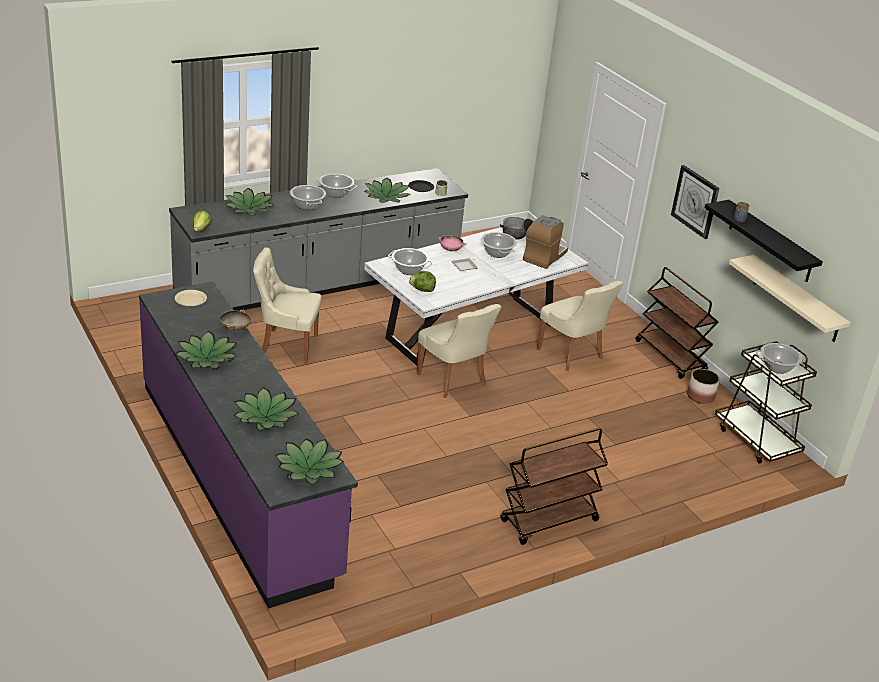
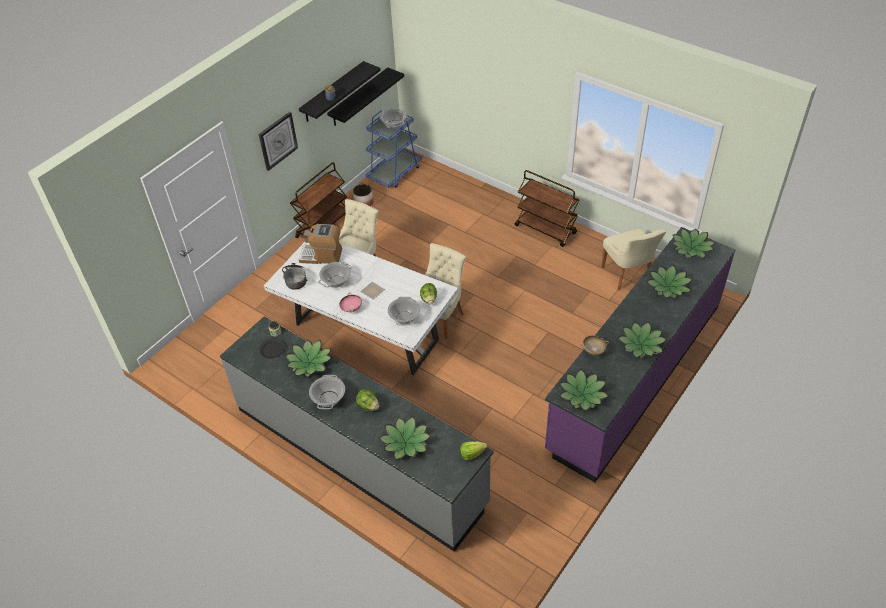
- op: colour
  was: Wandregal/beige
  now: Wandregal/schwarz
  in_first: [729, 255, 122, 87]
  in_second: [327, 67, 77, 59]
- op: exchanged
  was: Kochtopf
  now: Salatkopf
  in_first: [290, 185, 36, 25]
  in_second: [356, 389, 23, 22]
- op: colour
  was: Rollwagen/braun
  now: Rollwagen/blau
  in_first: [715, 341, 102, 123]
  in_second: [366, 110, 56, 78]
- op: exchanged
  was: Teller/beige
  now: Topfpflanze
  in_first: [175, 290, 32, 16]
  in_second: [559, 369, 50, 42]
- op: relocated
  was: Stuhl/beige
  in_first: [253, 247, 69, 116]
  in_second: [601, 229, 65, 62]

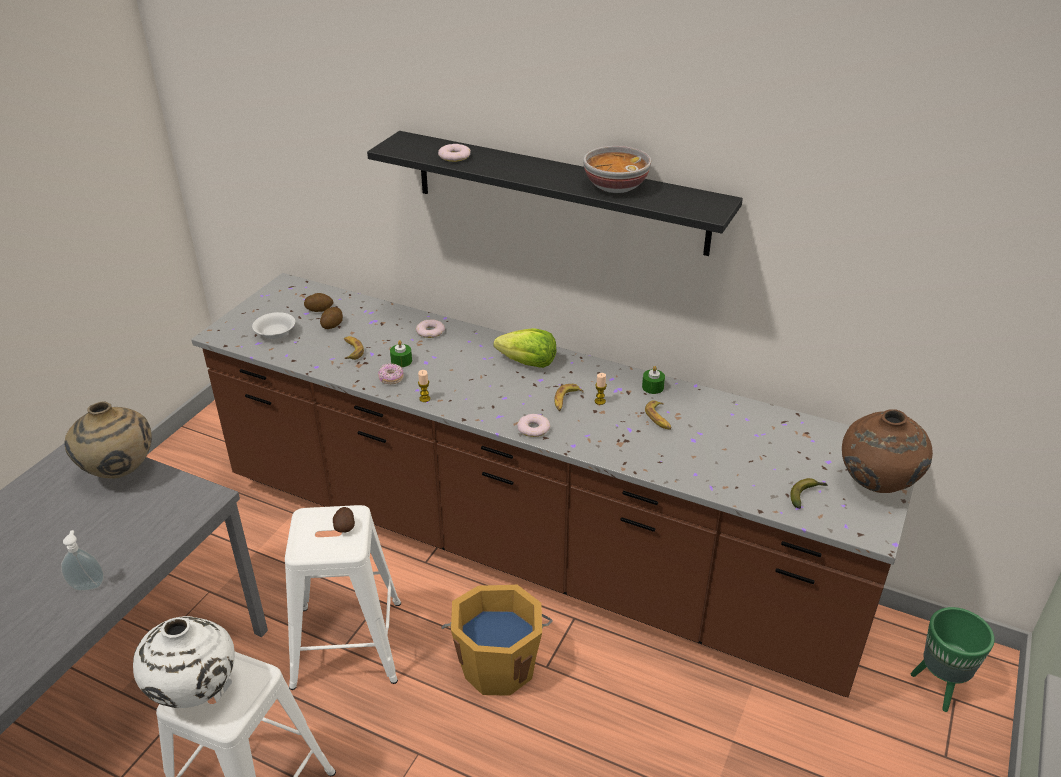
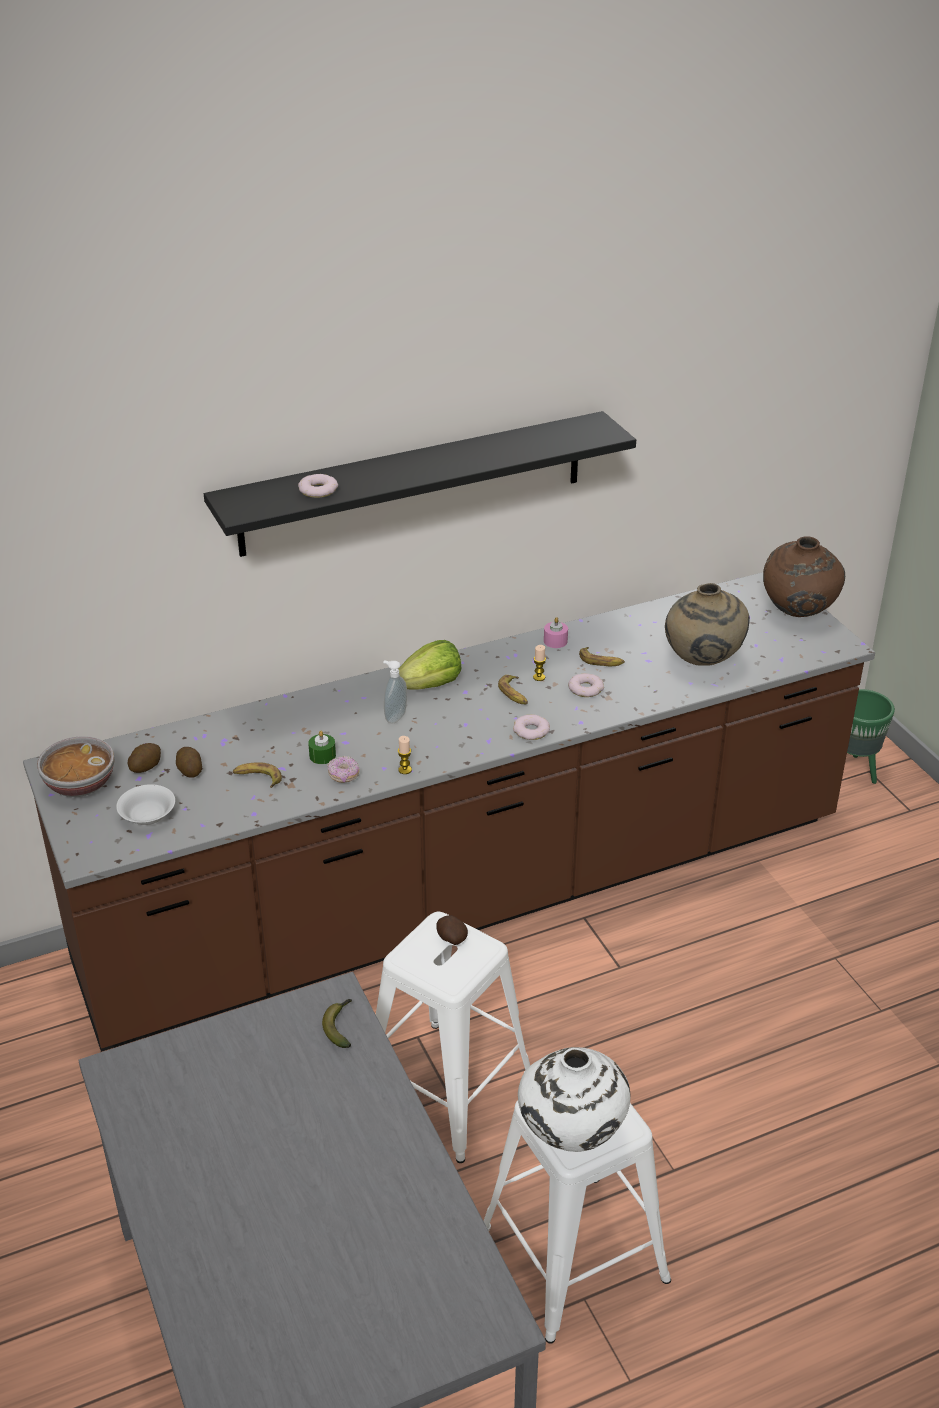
- op: relocated
  was: Schüssel
  in_first: [583, 146, 68, 47]
  in_second: [37, 736, 77, 61]
- op: relocated
  was: Banane
  in_first: [790, 478, 38, 31]
  in_second: [322, 999, 30, 49]
- op: relocated
  was: Seifenspender
  in_first: [61, 530, 43, 61]
  in_second: [383, 660, 24, 64]
- op: colour
  was: Kerze/grün
  now: Kerze/rosa
  in_first: [642, 366, 23, 28]
  in_second: [544, 617, 24, 31]
- op: relocated
  was: Donut
  in_first: [416, 319, 29, 19]
  in_second: [568, 673, 36, 24]
- op: relocated
  was: Vase/beige
  in_first: [65, 401, 87, 78]
  in_second: [665, 583, 85, 83]
- op: missing
  was: Eimer/orange
  in_first: [441, 585, 112, 111]

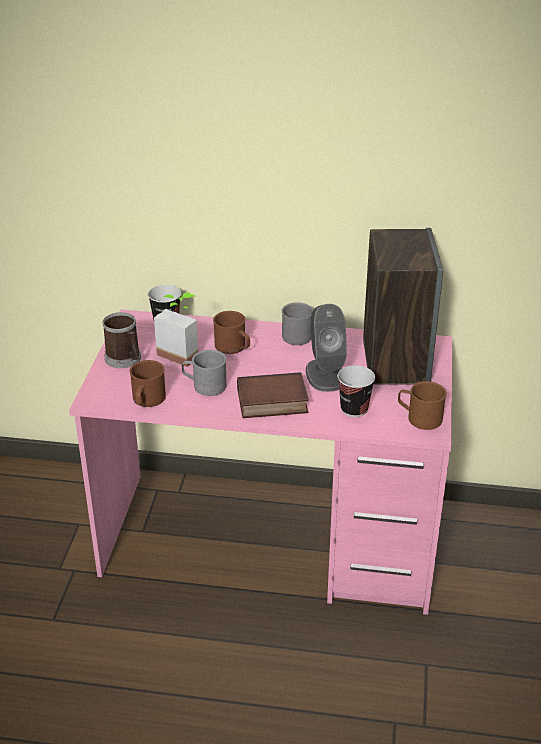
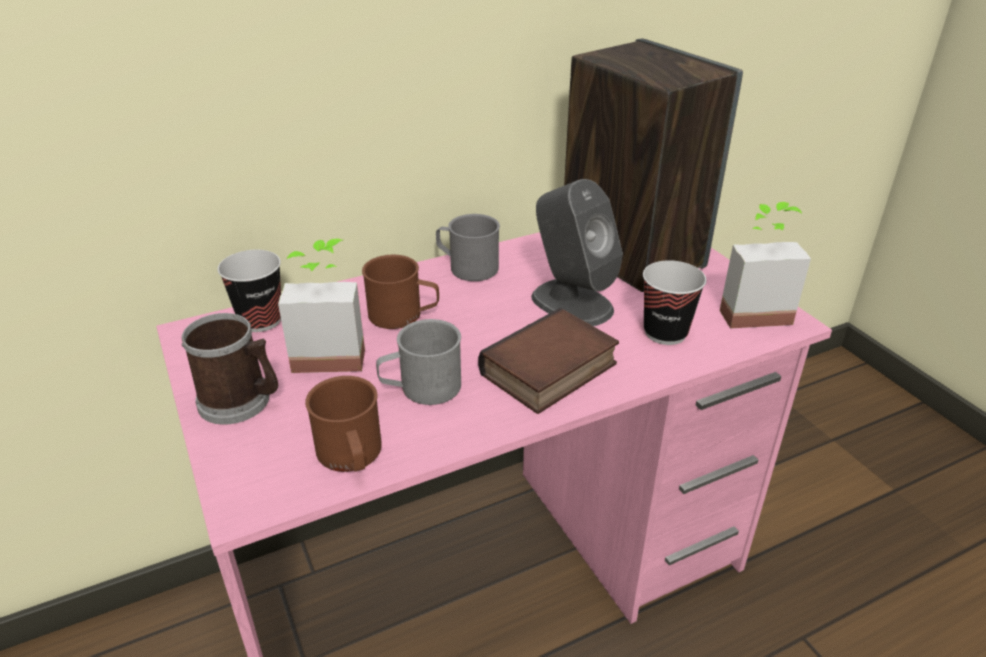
- op: exchanged
  was: Henkelbecher/braun
  now: Topfpflanze
  in_first: [398, 381, 49, 49]
  in_second: [720, 202, 91, 127]

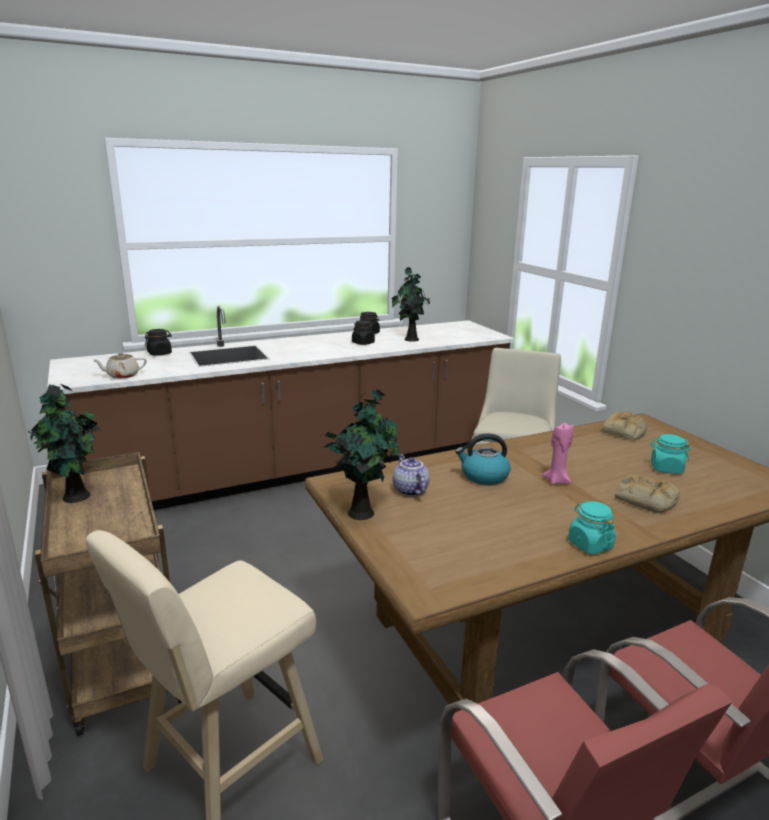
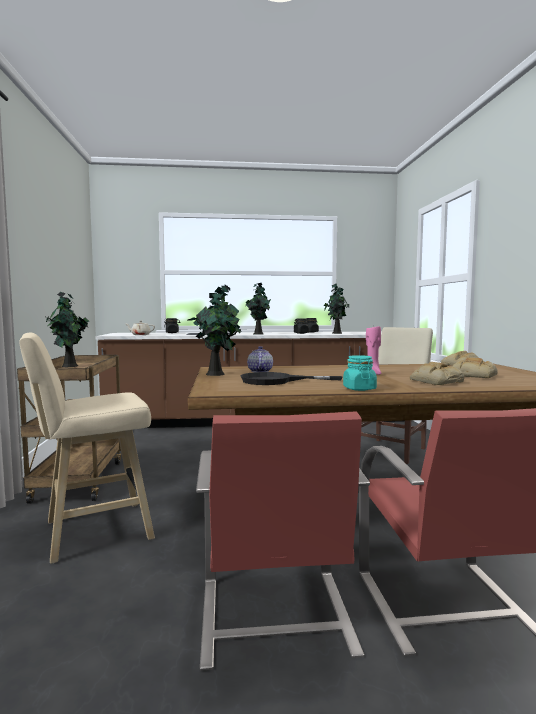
- op: appeared
  now: Pfanne/schwarz
  in_second: [240, 372, 102, 13]
- op: appeared
  now: Topfpflanze
  in_second: [245, 283, 26, 52]
- op: exchanged
  was: Vorratsglas/türkis
  now: Brot
  in_first: [650, 434, 40, 40]
  in_second: [452, 357, 46, 21]
- op: missing
  was: Wasserkessel
  in_first: [455, 433, 55, 52]

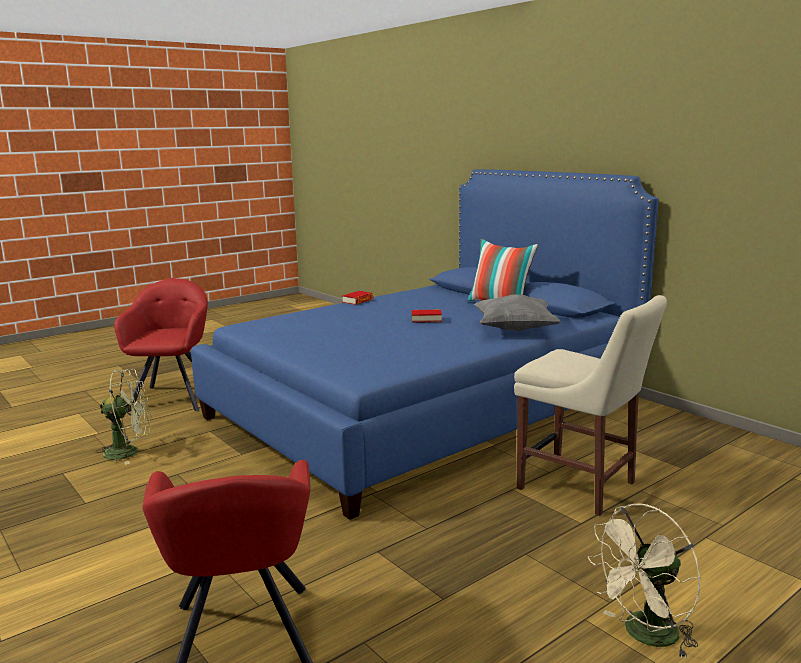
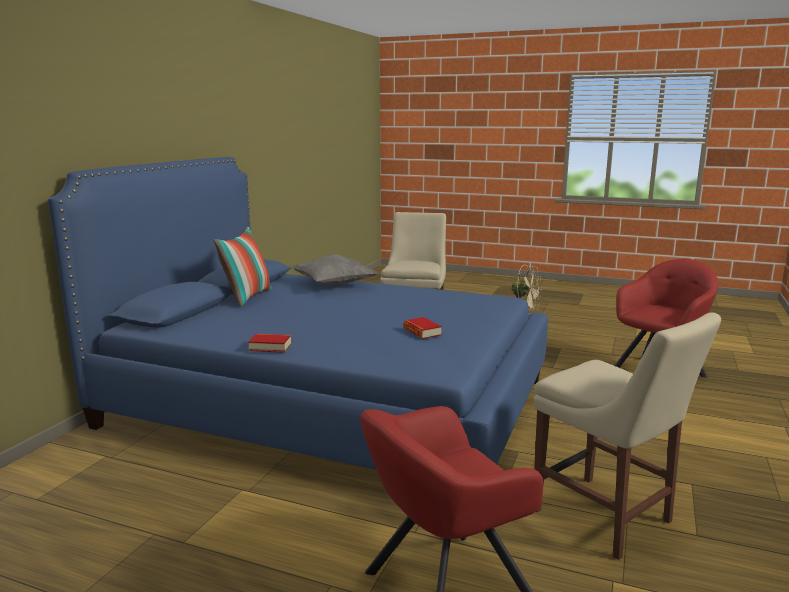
- op: relocated
  was: Buch
  in_first: [412, 309, 30, 14]
  in_second: [404, 317, 38, 22]
- op: exchanged
  was: Ventilator/grün
  now: Stuhl/beige
  in_first: [95, 369, 57, 96]
  in_second: [533, 312, 188, 248]

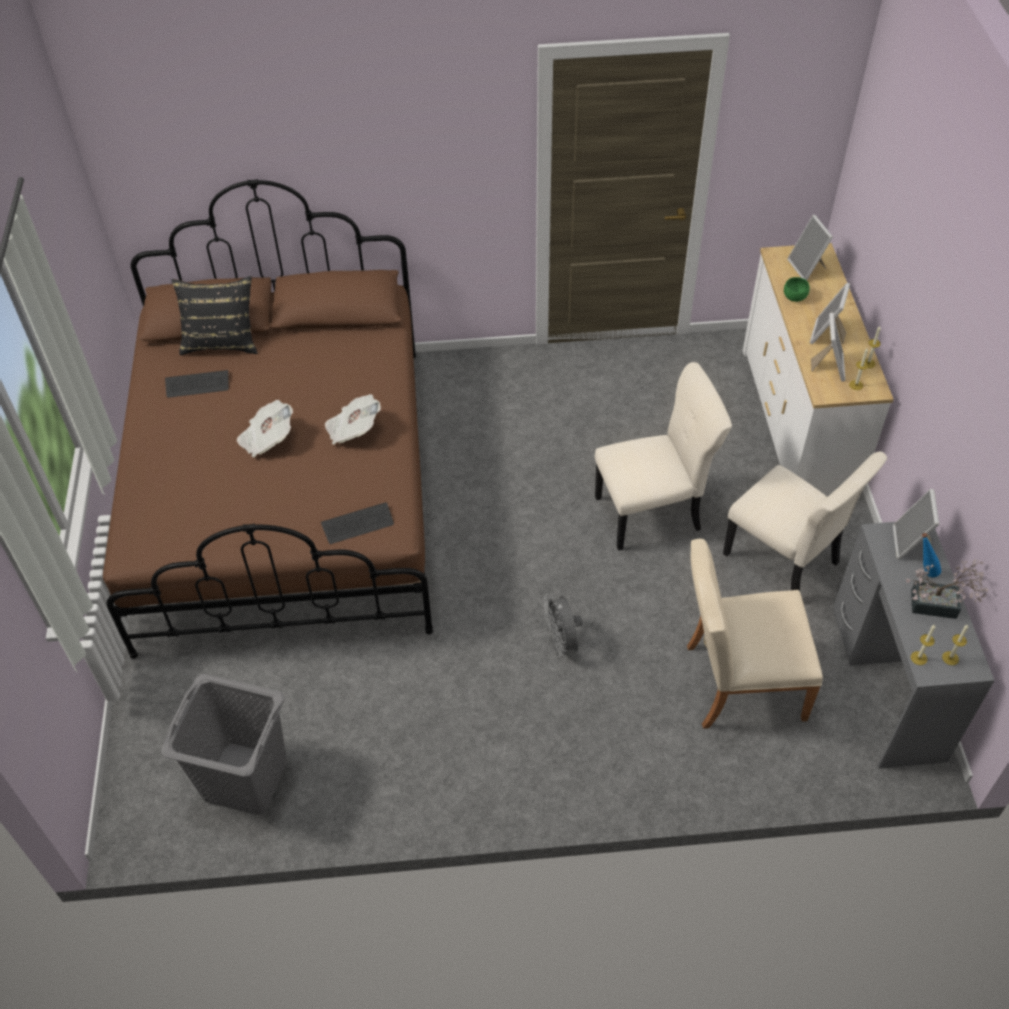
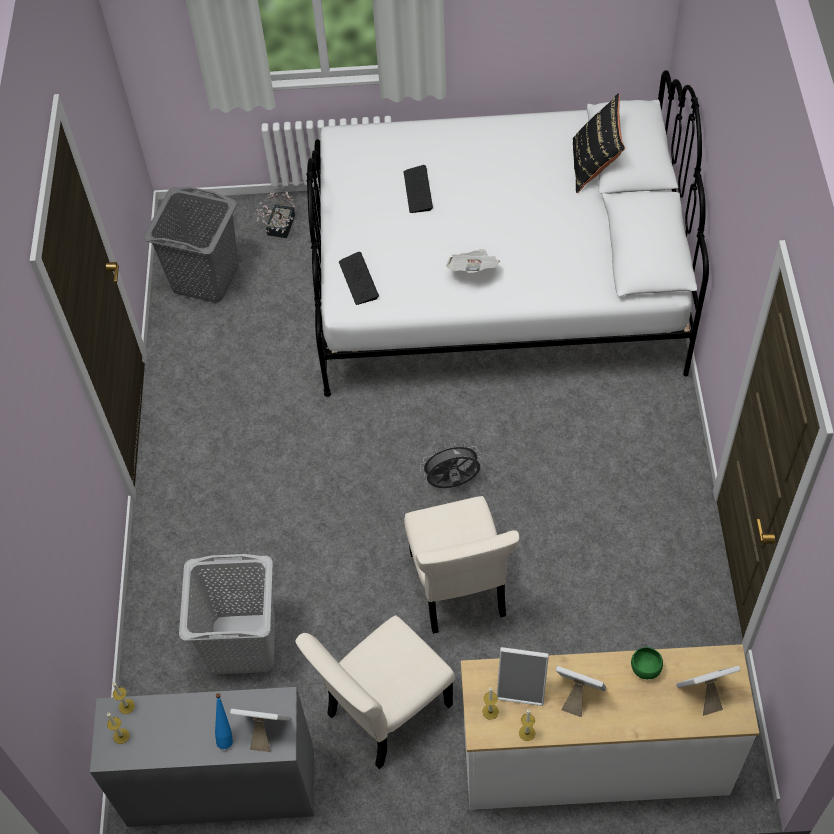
- op: exchanged
  was: Stuhl/beige
  now: Wäschekorb/grau
  in_first: [687, 539, 136, 190]
  in_second: [179, 554, 96, 120]
- op: relocated
  was: Topfpflanze
  in_first: [906, 559, 83, 60]
  in_second: [256, 188, 39, 50]
- op: colour
  was: Bett/braun
  now: Bett/weiß
  in_first: [103, 179, 330, 480]
  in_second: [306, 70, 403, 327]
- op: relocated
  was: Tastatur
  in_first: [165, 370, 64, 28]
  in_second: [404, 165, 29, 48]
- op: relocated
  was: Ventilator/grau
  in_first: [543, 594, 40, 66]
  in_second: [420, 442, 61, 46]
- op: missing
  was: Zeitung
  in_first: [237, 400, 56, 58]

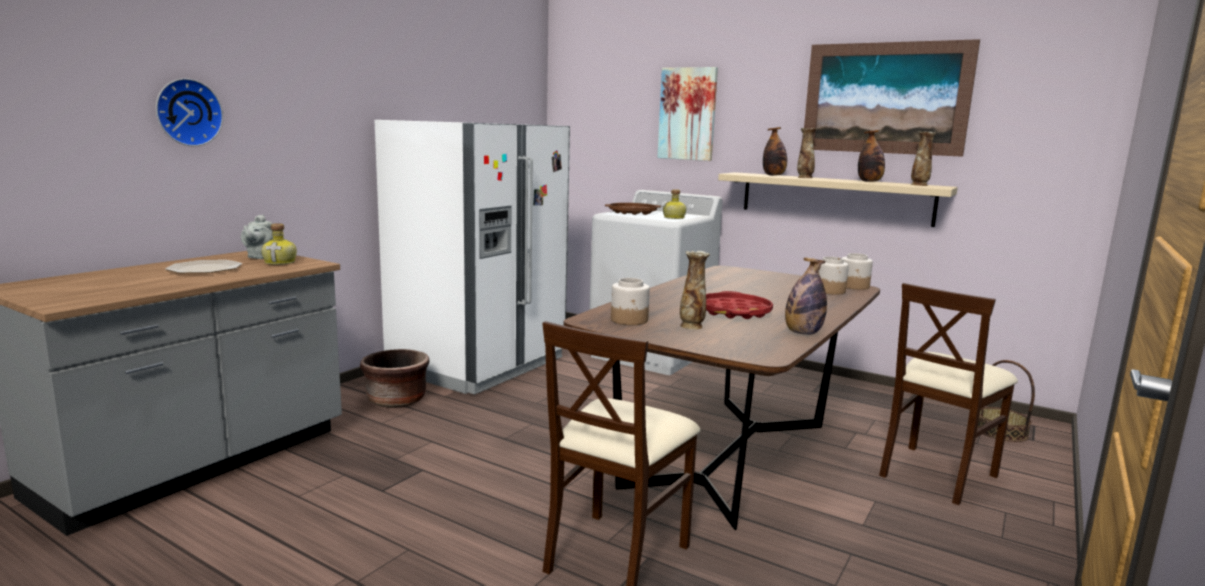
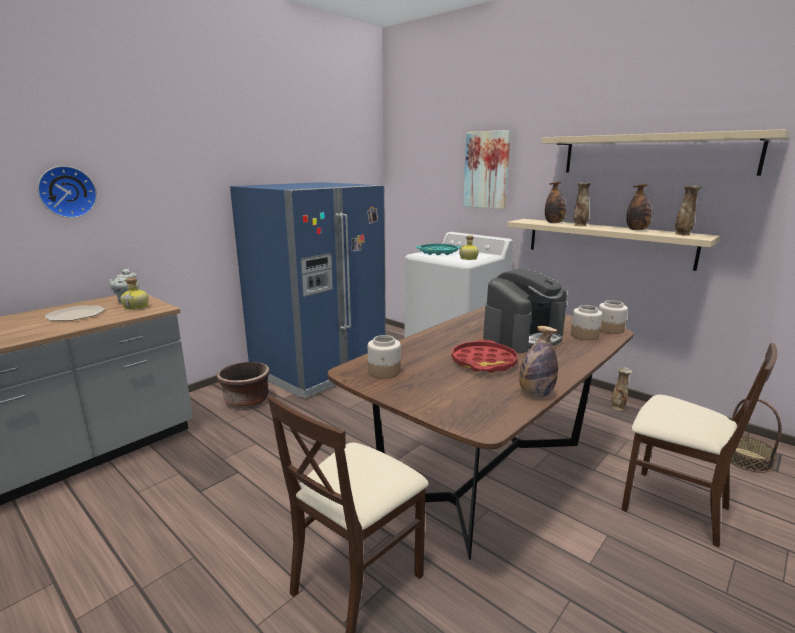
- op: colour
  was: Kühlschrank/weiß
  now: Kühlschrank/blau
  in_first: [375, 120, 195, 274]
  in_second: [230, 182, 156, 216]
- op: colour
  was: Tablett/braun
  now: Tablett/türkis
  in_first: [605, 203, 56, 12]
  in_second: [416, 244, 45, 11]
- op: appeared
  now: Kaffeemaschine
  in_second: [483, 269, 84, 84]
- op: exchanged
  was: Bild
  now: Wandregal/beige
  in_first: [804, 39, 176, 118]
  in_second: [542, 129, 249, 47]
- op: relocated
  was: Vase
  in_first: [680, 251, 30, 78]
  in_second: [611, 367, 21, 43]
- op: spun
  was: Stuhl/beige
  in_first: [879, 283, 139, 222]
  in_second: [621, 343, 156, 204]
  clockwise: -105

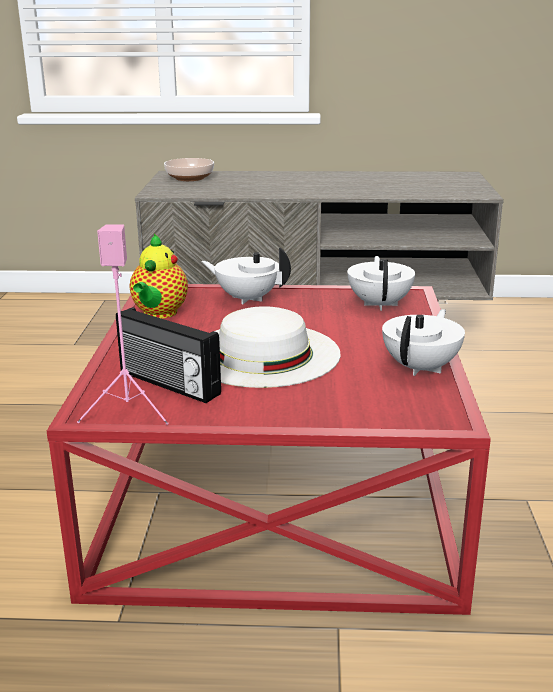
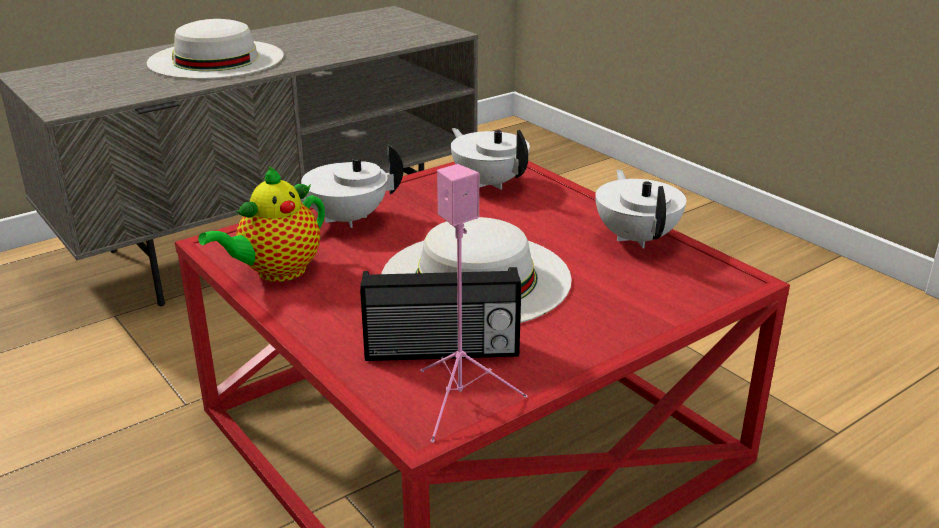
- op: appeared
  now: Hut/weiß
  in_second: [147, 19, 137, 60]
- op: spun
  was: Teekanne
  in_first: [130, 234, 58, 85]
  in_second: [198, 166, 127, 116]
  clockwise: 75
- op: missing
  was: Schüssel
  in_first: [164, 158, 50, 23]

